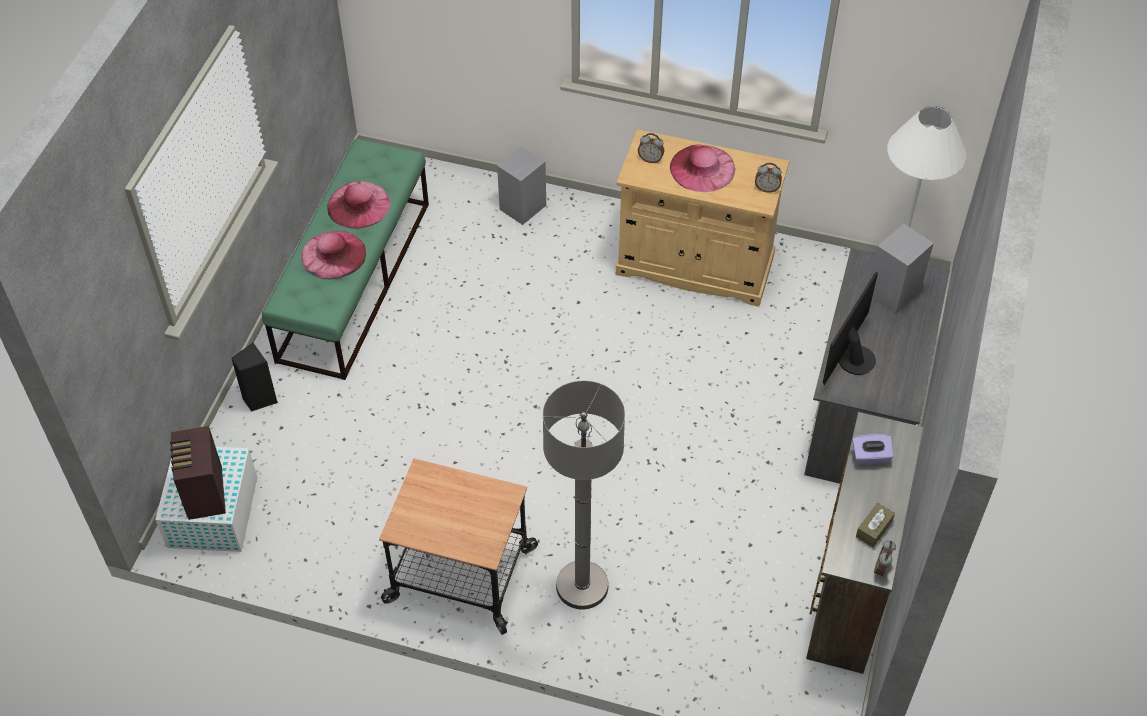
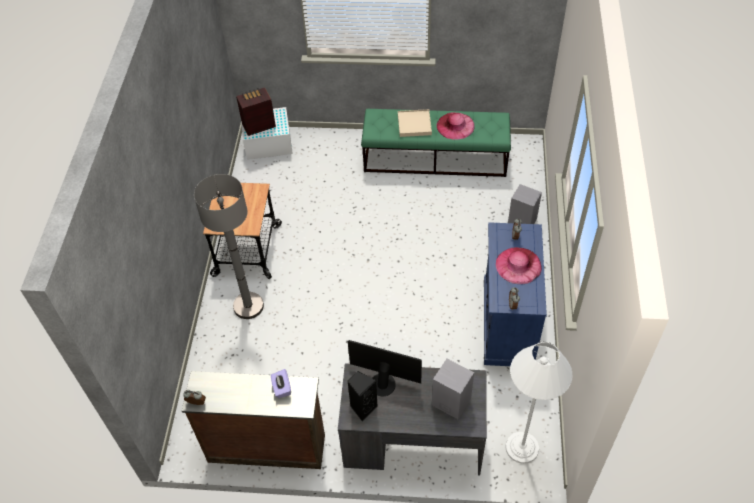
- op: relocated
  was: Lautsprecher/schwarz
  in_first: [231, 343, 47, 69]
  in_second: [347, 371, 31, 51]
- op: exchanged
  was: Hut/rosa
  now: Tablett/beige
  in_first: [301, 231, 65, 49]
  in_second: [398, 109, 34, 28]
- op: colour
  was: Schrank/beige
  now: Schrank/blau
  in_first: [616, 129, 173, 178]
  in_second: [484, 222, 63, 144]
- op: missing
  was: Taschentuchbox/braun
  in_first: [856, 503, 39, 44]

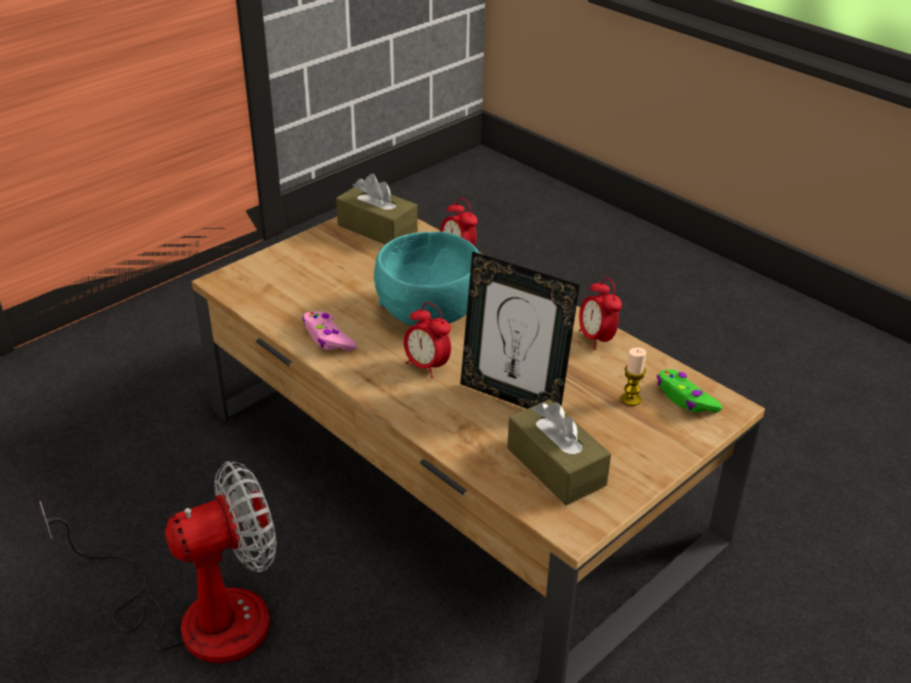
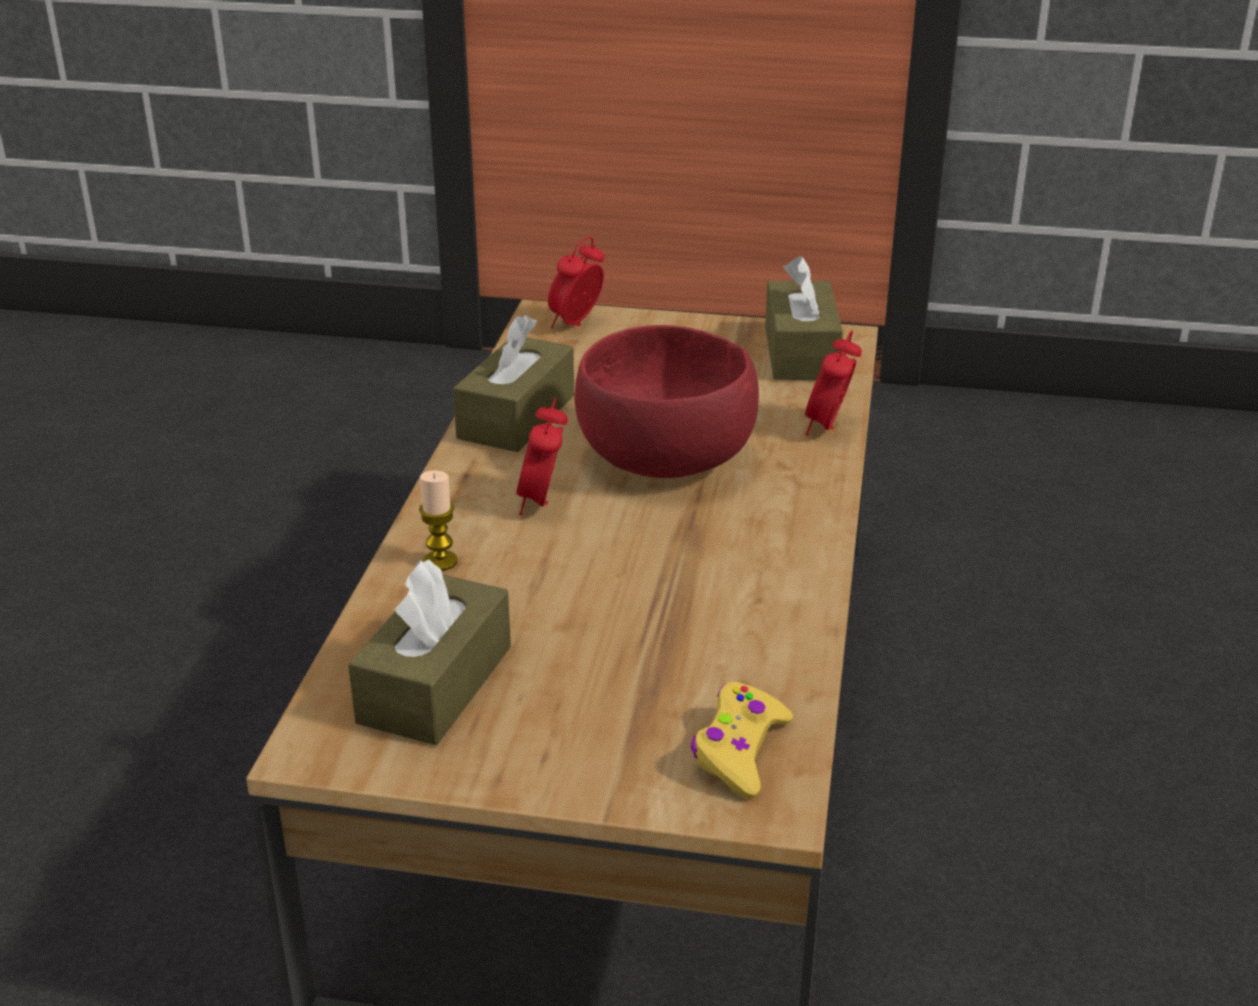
- op: relocated
  was: Kerze
  in_first: [621, 347, 25, 59]
  in_second: [419, 471, 39, 100]
- op: exchanged
  was: Gamepad/rosa
  now: Taschentuchbox/braun
  in_first: [302, 311, 55, 40]
  in_second: [453, 315, 121, 137]
- op: relocated
  was: Wecker
  in_first: [579, 277, 43, 73]
  in_second: [548, 237, 57, 91]
- op: colour
  was: Schüssel/türkis
  now: Schüssel/rot
  in_first: [374, 232, 105, 94]
  in_second: [574, 325, 185, 153]
- op: colour
  was: Gamepad/grün
  now: Gamepad/gelb
  in_first: [657, 369, 66, 43]
  in_second: [691, 682, 102, 116]
- op: missing
  was: Ventilator
  in_first: [39, 461, 238, 202]
- op: missing
  was: Bilderrahmen
  in_first: [460, 251, 120, 158]

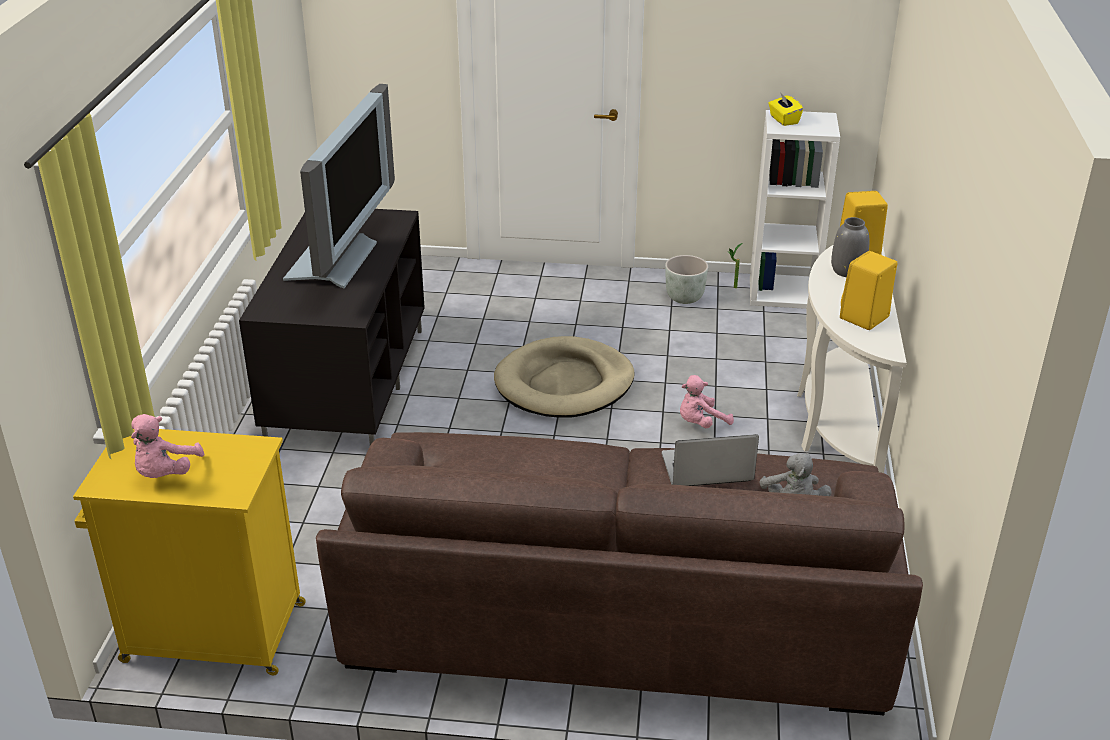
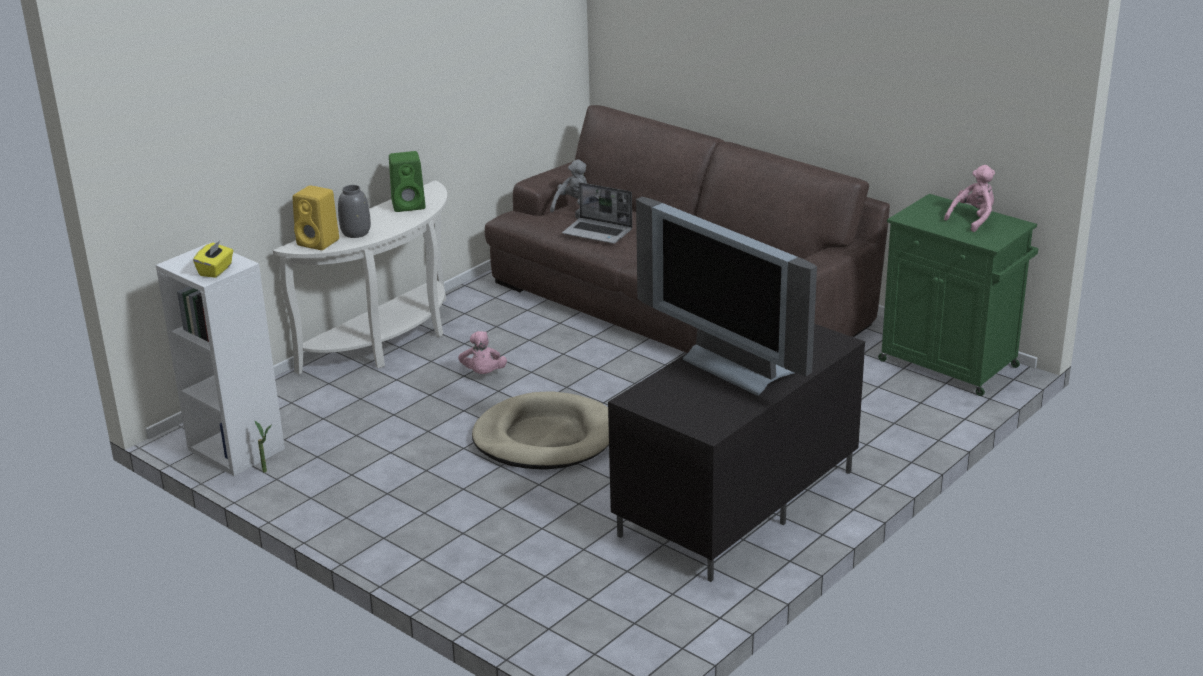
- op: colour
  was: Lautsprecher/gelb
  now: Lautsprecher/grün
  in_first: [840, 251, 57, 79]
  in_second: [389, 151, 36, 61]
- op: spun
  was: Plüschtier/rosa
  in_first: [680, 375, 54, 53]
  in_second: [458, 331, 49, 43]
  clockwise: 75
- op: spun
  was: Fernseher
  in_first: [283, 84, 112, 204]
  in_second: [636, 197, 181, 199]
  clockwise: -90
- op: colour
  was: Schrank/gelb
  now: Schrank/grün
  in_first: [73, 429, 233, 246]
  in_second: [878, 194, 160, 202]
- op: missing
  was: Pflanzkübel/grau
  in_first: [665, 255, 43, 49]

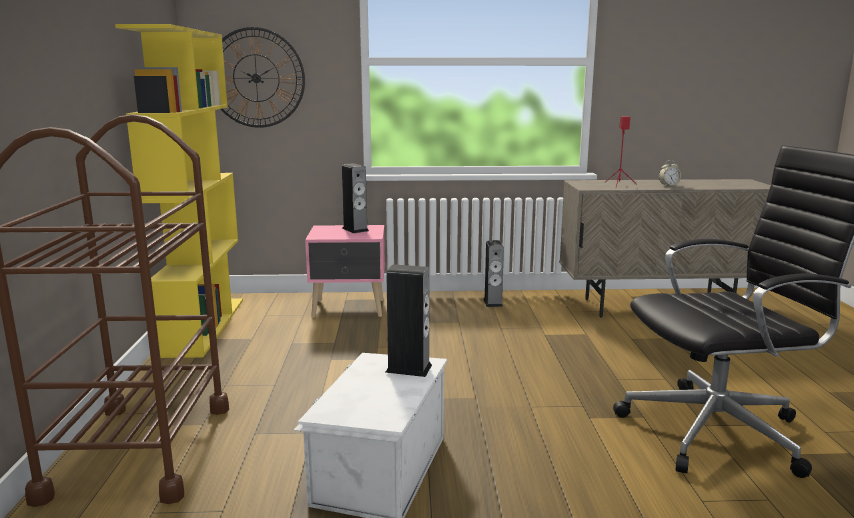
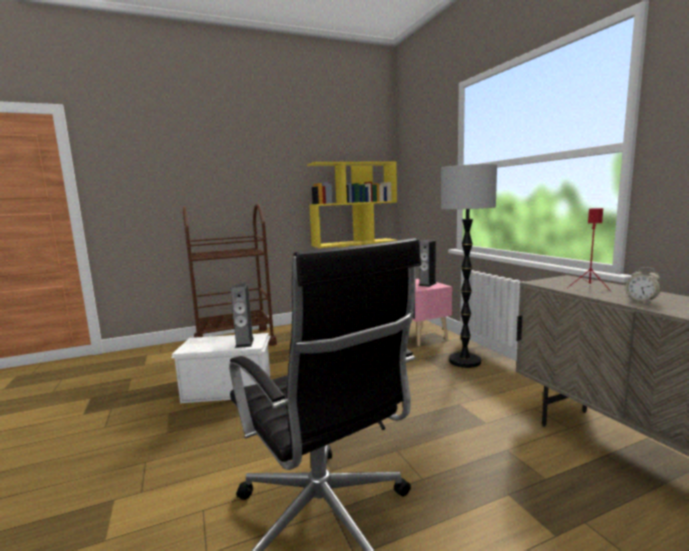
- op: appeared
  now: Stehlampe
  in_second: [441, 164, 56, 204]
- op: missing
  was: Wanduhr
  in_first: [221, 27, 84, 101]
- op: missing
  was: Lautsprecher
  in_first: [484, 240, 20, 67]

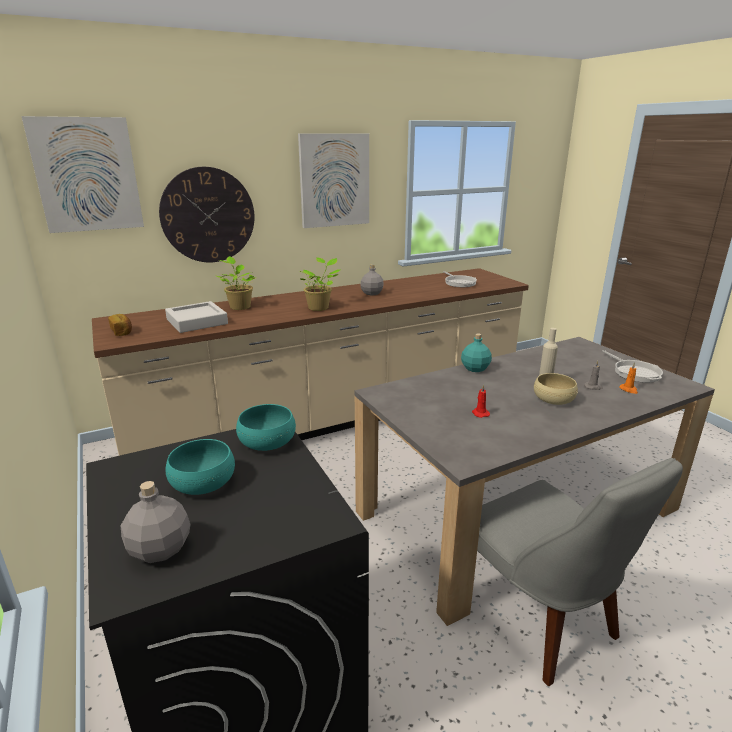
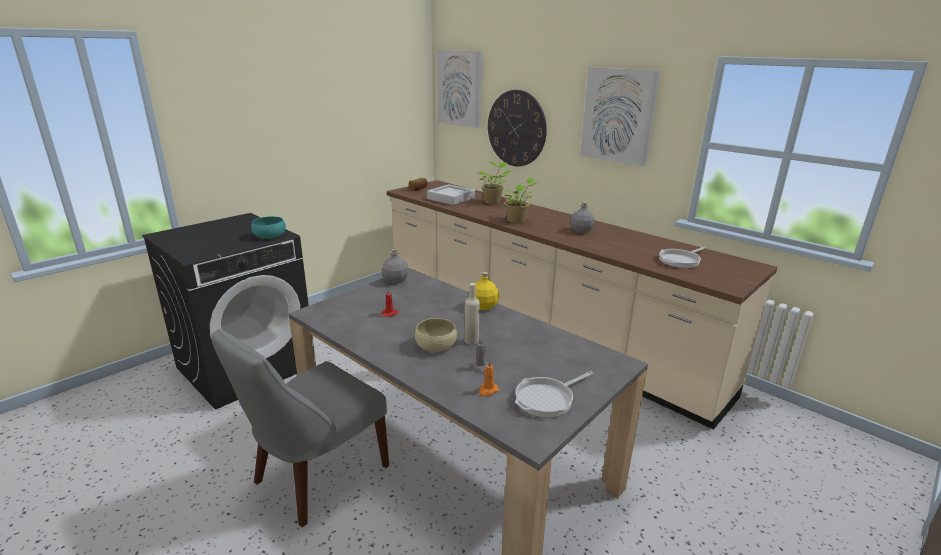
- op: relocated
  was: Flasche/grau
  in_first: [121, 481, 70, 82]
  in_second: [381, 249, 28, 35]
- op: colour
  was: Flasche/türkis
  now: Flasche/gelb
  in_first: [461, 333, 31, 39]
  in_second: [475, 272, 24, 38]
- op: missing
  was: Schüssel/türkis
  in_first: [165, 439, 70, 56]

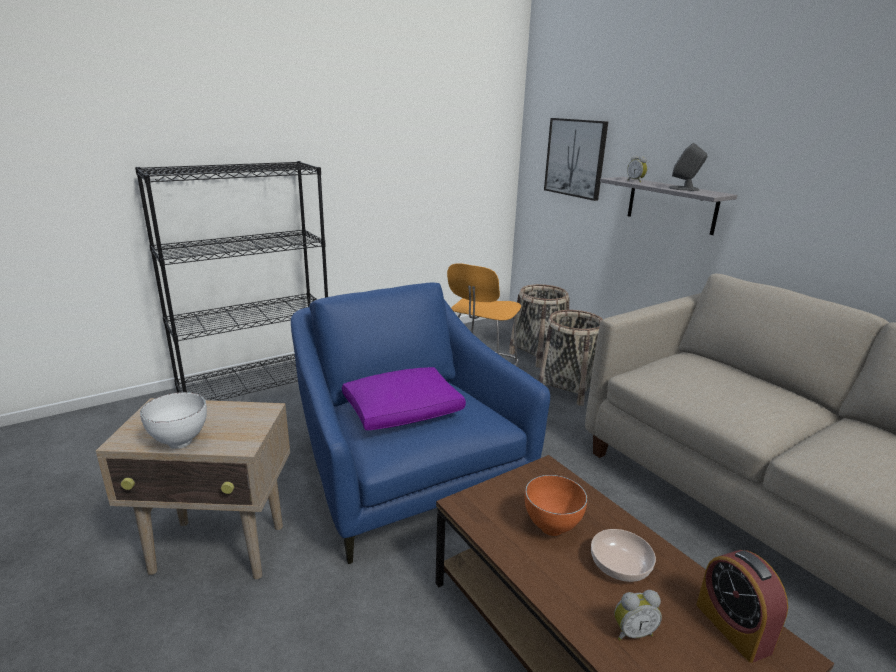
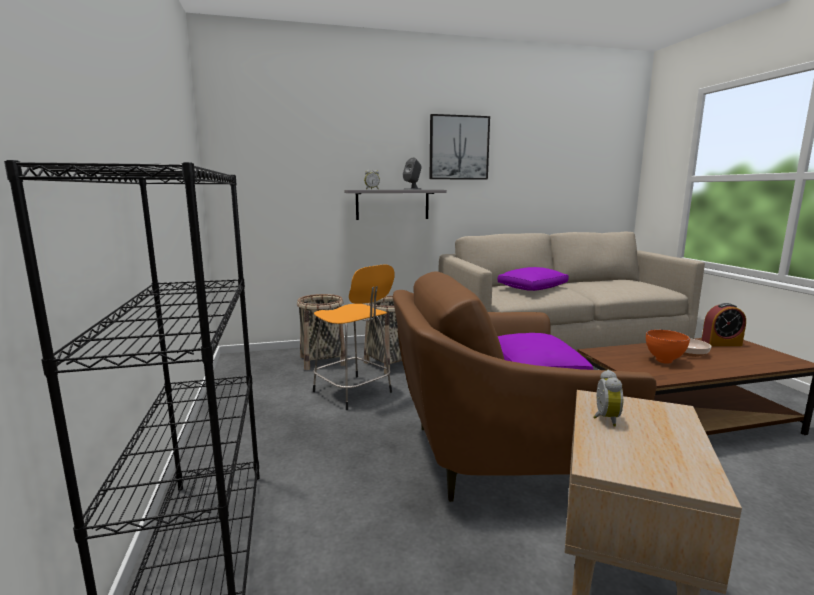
- op: colour
  was: Sessel/blau
  now: Sessel/braun
  in_first: [291, 283, 259, 281]
  in_second: [393, 271, 263, 231]
- op: relocated
  was: Bild
  in_first: [544, 118, 64, 83]
  in_second: [430, 114, 60, 66]
- op: appeared
  now: Kissen/lila
  in_second: [497, 267, 72, 24]
- op: relocated
  was: Wecker
  in_first: [614, 590, 48, 51]
  in_second: [594, 370, 29, 57]
- op: missing
  was: Schüssel/weiß
  in_first: [140, 392, 67, 57]

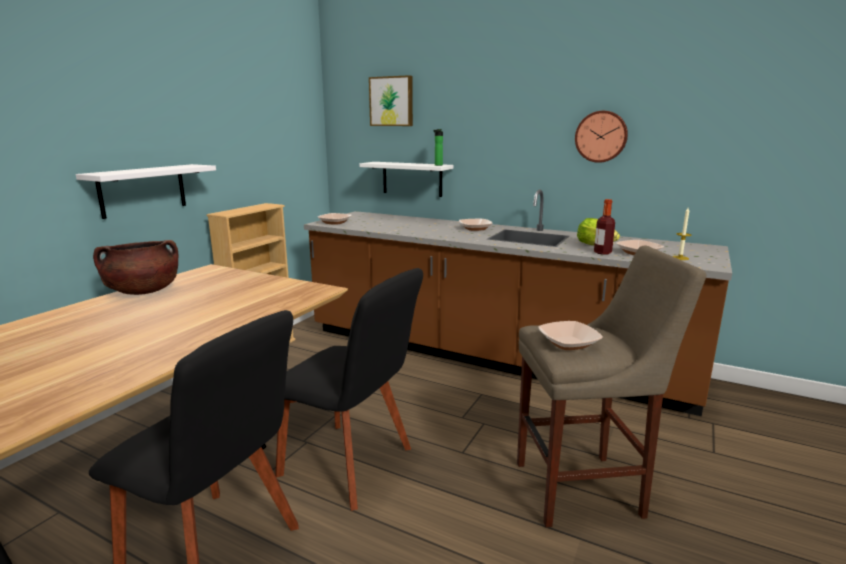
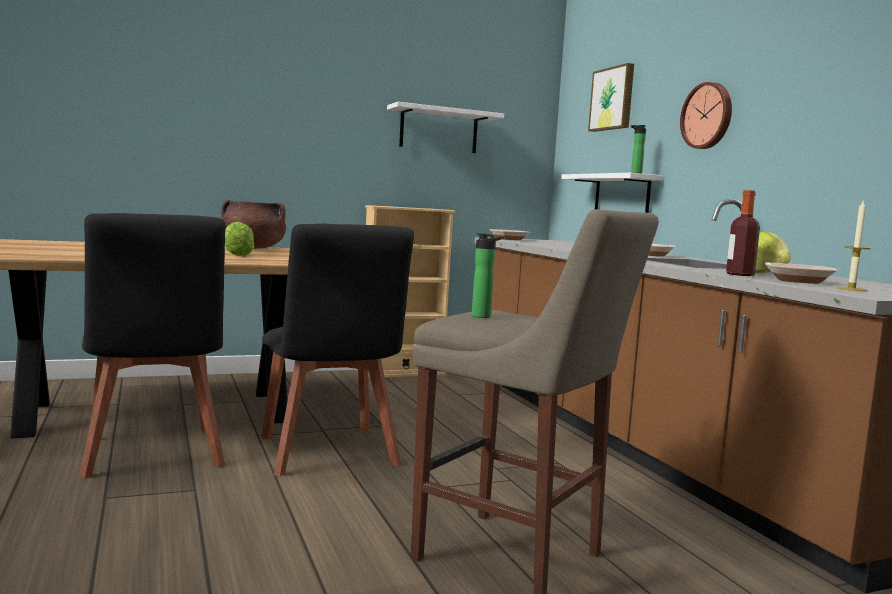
- op: appeared
  now: Salatkopf
  in_second: [225, 222, 29, 34]
- op: relocated
  was: Wandregal/weiß
  in_first: [76, 164, 140, 55]
  in_second: [387, 102, 117, 51]
- op: exchanged
  was: Schüssel
  now: Flasche
  in_first: [538, 321, 65, 29]
  in_second: [472, 233, 32, 85]
- op: relocated
  was: Wanduhr
  in_first: [575, 111, 53, 52]
  in_second: [680, 82, 52, 67]

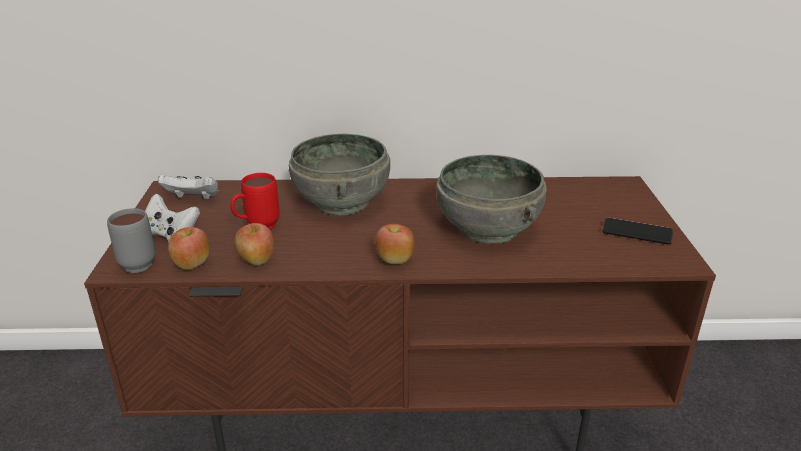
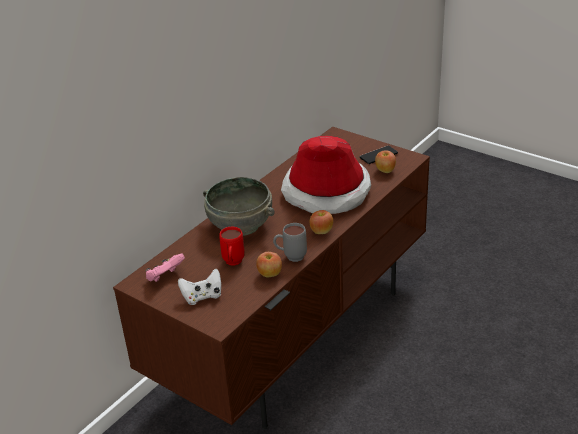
- op: colour
  was: Gamepad/weiß
  now: Gamepad/rosa
  in_first: [158, 175, 60, 24]
  in_second: [145, 253, 40, 29]
- op: relocated
  was: Henkelbecher/grau
  in_first: [107, 208, 48, 65]
  in_second: [273, 223, 34, 39]
- op: exchanged
  was: Schüssel/grau
  now: Hut
  in_first: [436, 155, 111, 89]
  in_second: [281, 136, 90, 78]
- op: relocated
  was: Apfel
  in_first: [168, 227, 41, 43]
  in_second: [375, 150, 21, 23]

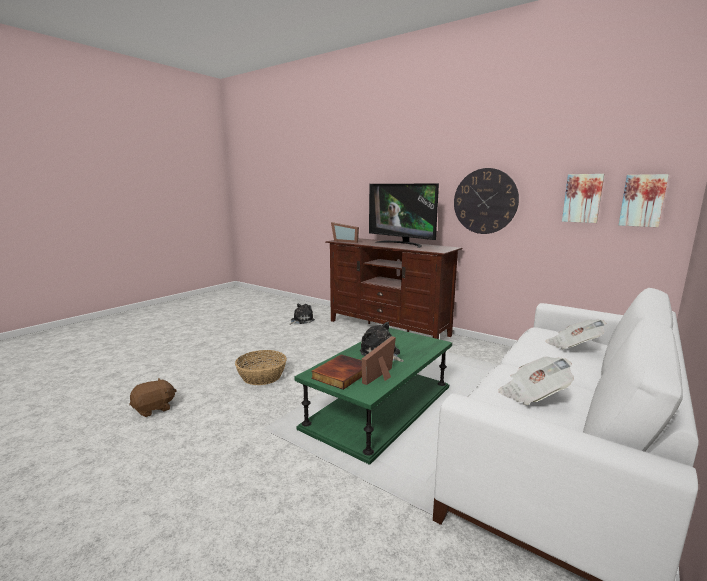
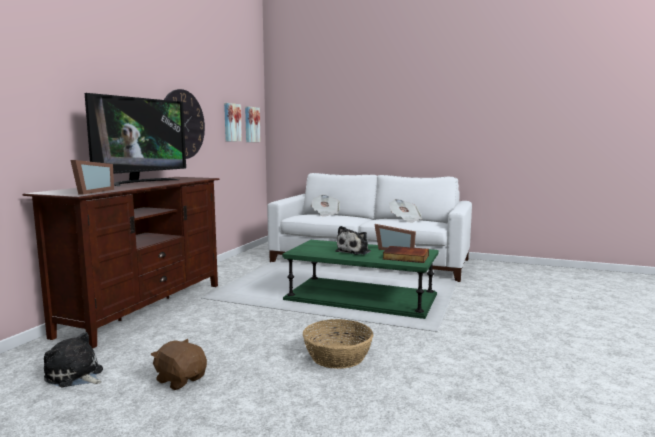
- op: relocated
  was: Plüschtier/braun
  in_first: [130, 378, 47, 39]
  in_second: [151, 339, 56, 51]

